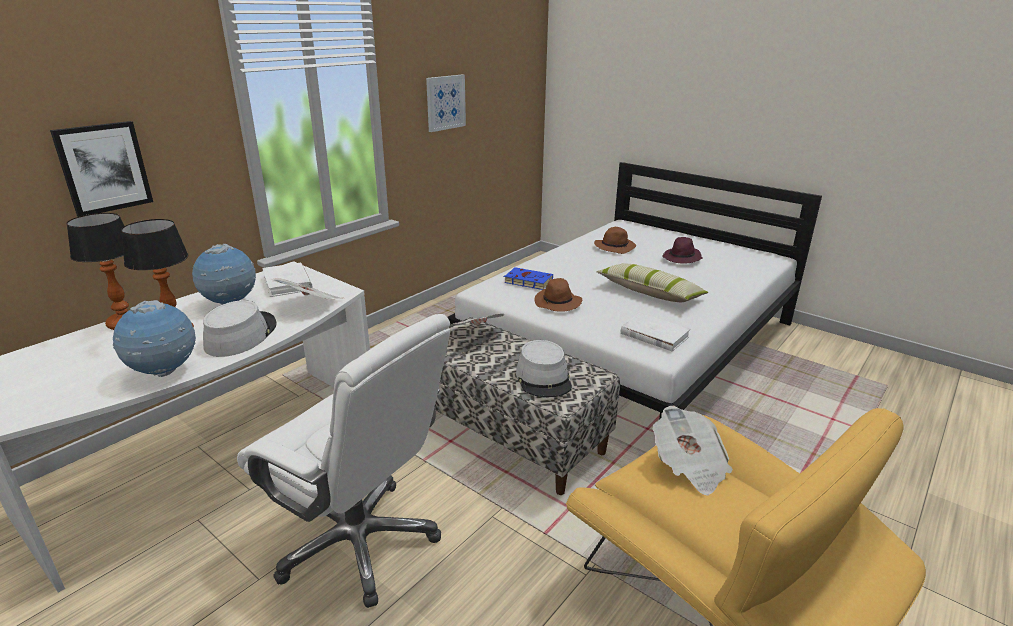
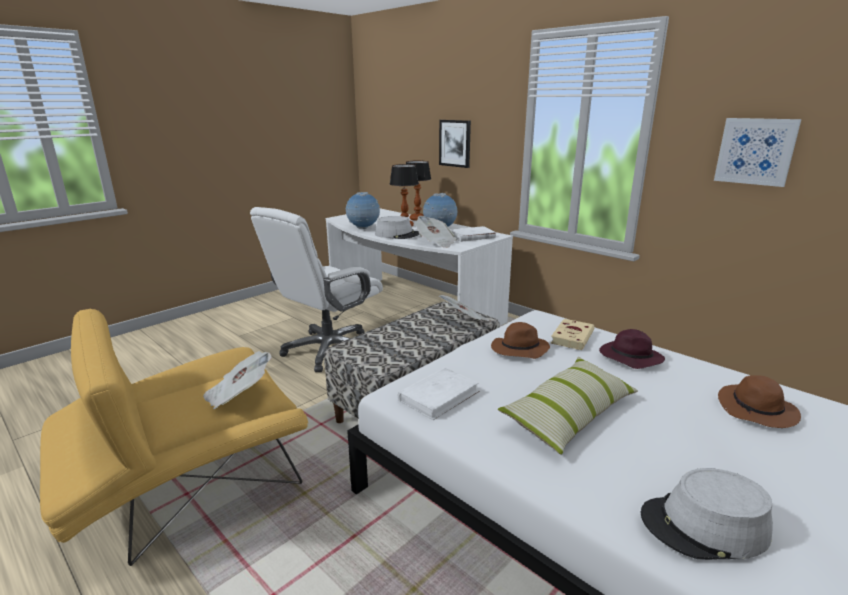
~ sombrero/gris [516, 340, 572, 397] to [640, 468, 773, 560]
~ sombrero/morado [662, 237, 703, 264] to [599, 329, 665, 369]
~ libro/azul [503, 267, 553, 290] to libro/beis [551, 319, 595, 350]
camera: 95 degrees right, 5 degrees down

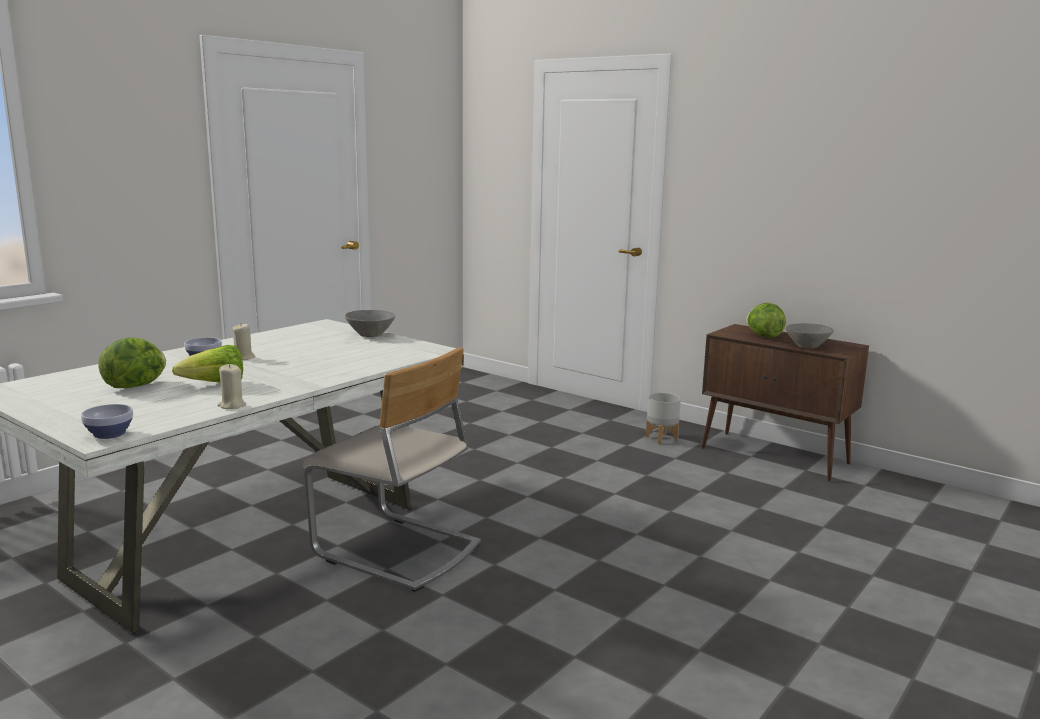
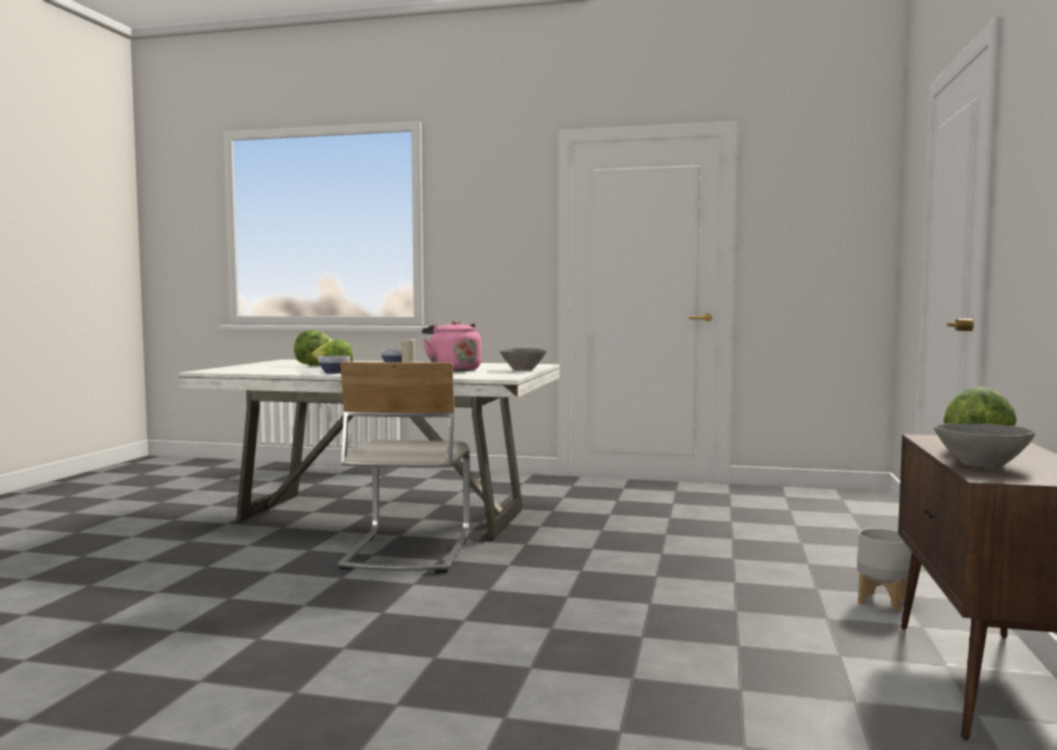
- vela/beis [217, 364, 246, 409]
+ hervidor/rosa [422, 320, 482, 372]
~ cuenco [81, 404, 133, 439] to [318, 356, 350, 374]
camera: 65 degrees right, 10 degrees down

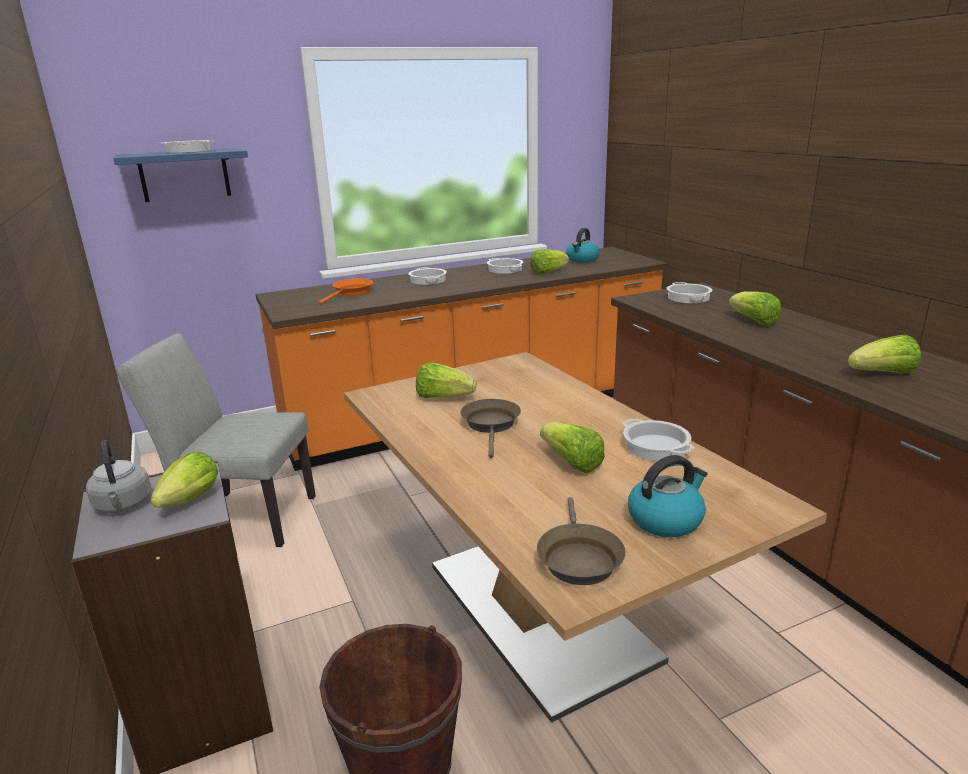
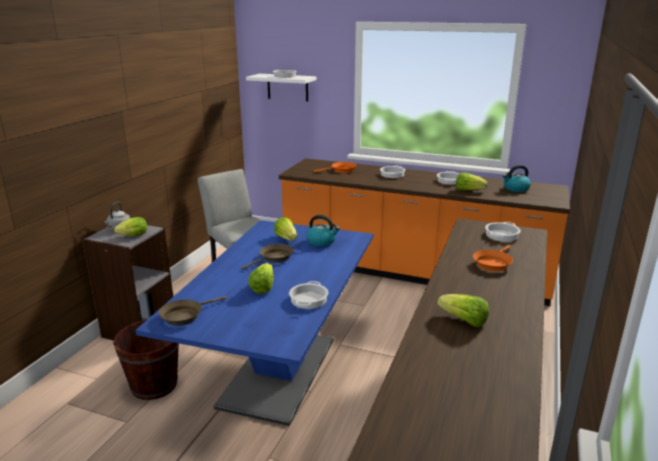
~ hervidor [628, 455, 707, 537] to [306, 215, 340, 246]
~ lechuga [729, 291, 781, 326] to sartén/naranja [473, 245, 513, 272]
~ estante/azul [113, 148, 248, 202] to estante/blanco [246, 74, 317, 102]
~ mesa de comedor/marrón [344, 352, 827, 723] to mesa de comedor/azul [136, 220, 373, 426]
camera: 45 degrees right, 0 degrees up

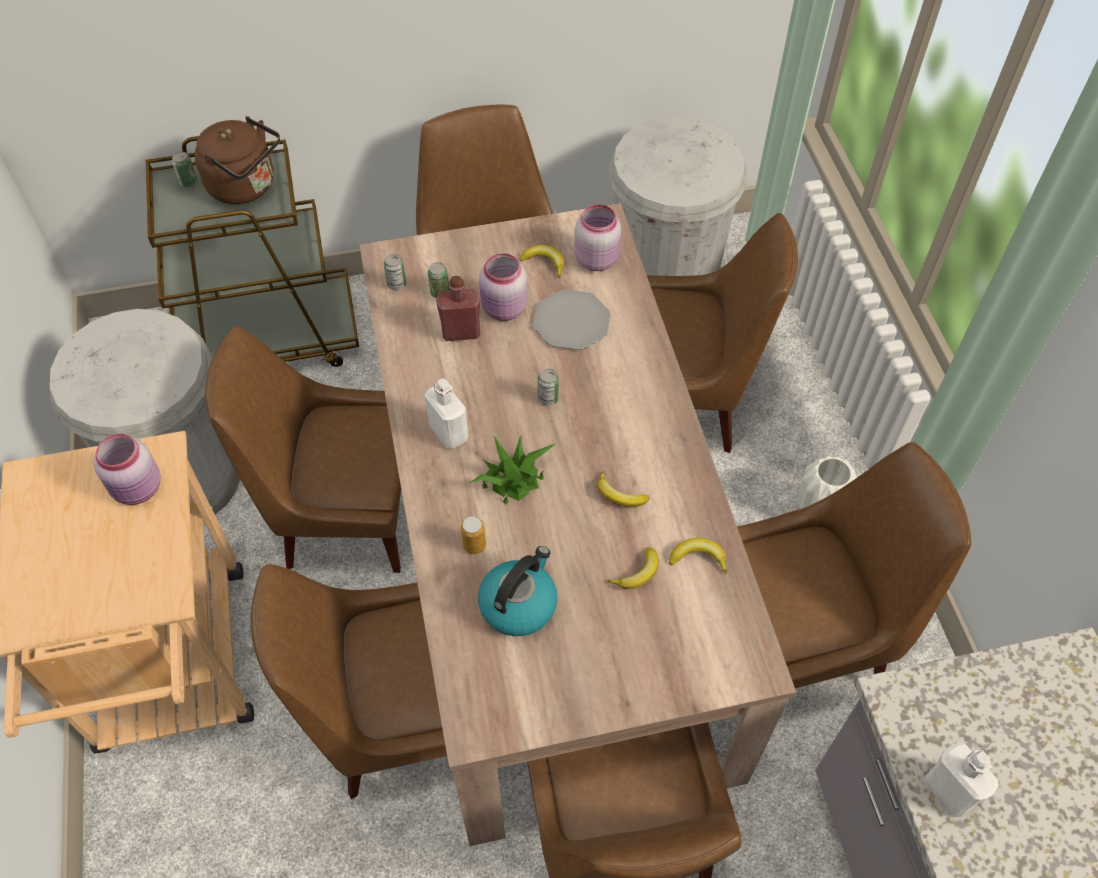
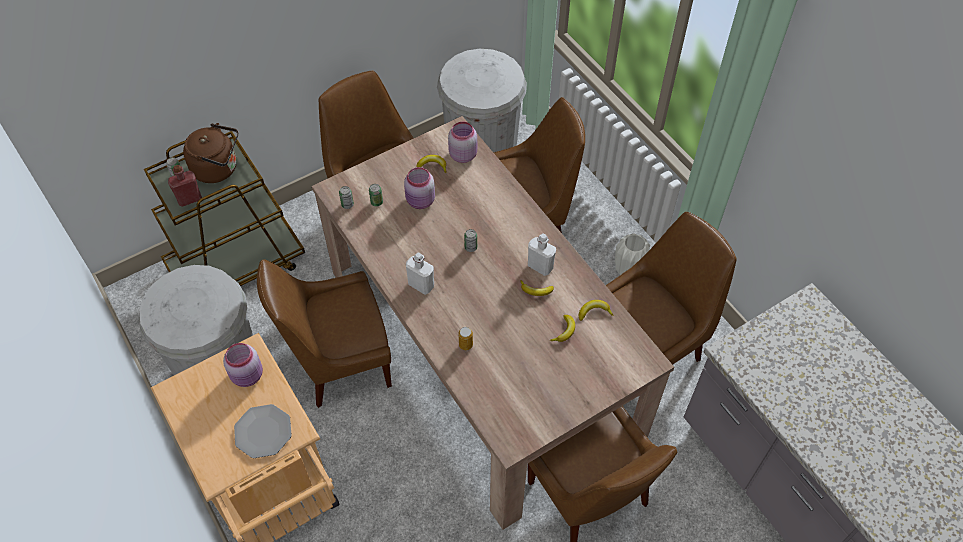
- silla/marrón [251, 564, 447, 799]
- planta en maceta [469, 434, 555, 505]
- hervidor [478, 546, 557, 636]
~ botella/rojo [436, 276, 480, 341] to [168, 165, 202, 207]
~ plato [533, 289, 611, 350] to [234, 404, 292, 458]
~ botella/blanco [924, 743, 998, 817] to [528, 234, 556, 276]
camera: 20 degrees left, 0 degrees up

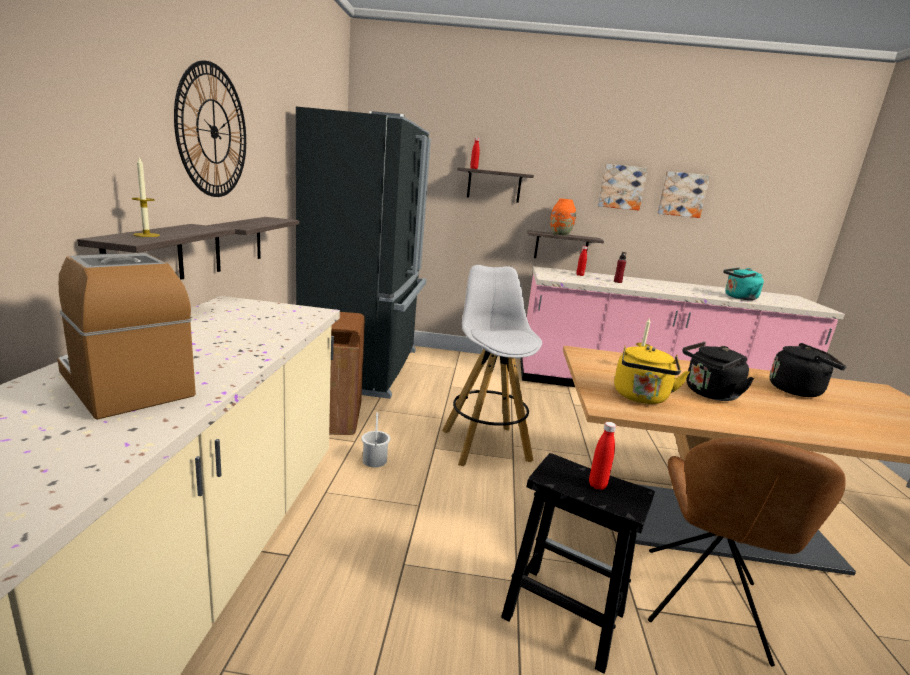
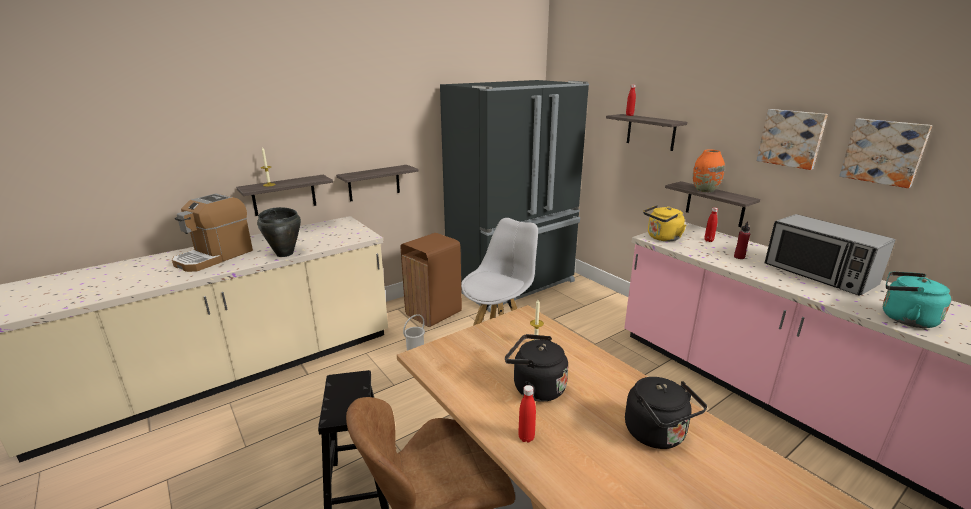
- reloj de pared [174, 60, 246, 197]
+ olla/negro [257, 207, 301, 257]
+ microondas [765, 214, 895, 296]
~ botella/rojo [589, 422, 616, 490] to [518, 385, 536, 443]
~ hervidor/amarillo [614, 345, 690, 404] to [643, 205, 686, 241]
~ cafetera [57, 253, 196, 420] = [172, 193, 253, 272] 150 degrees counterclockwise
camera: 50 degrees right, 5 degrees up

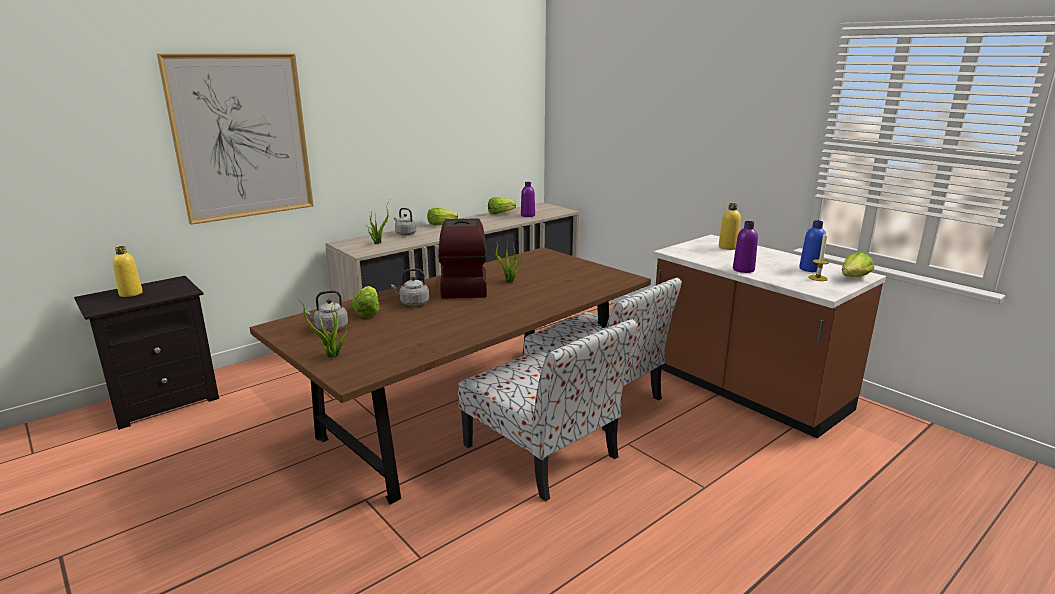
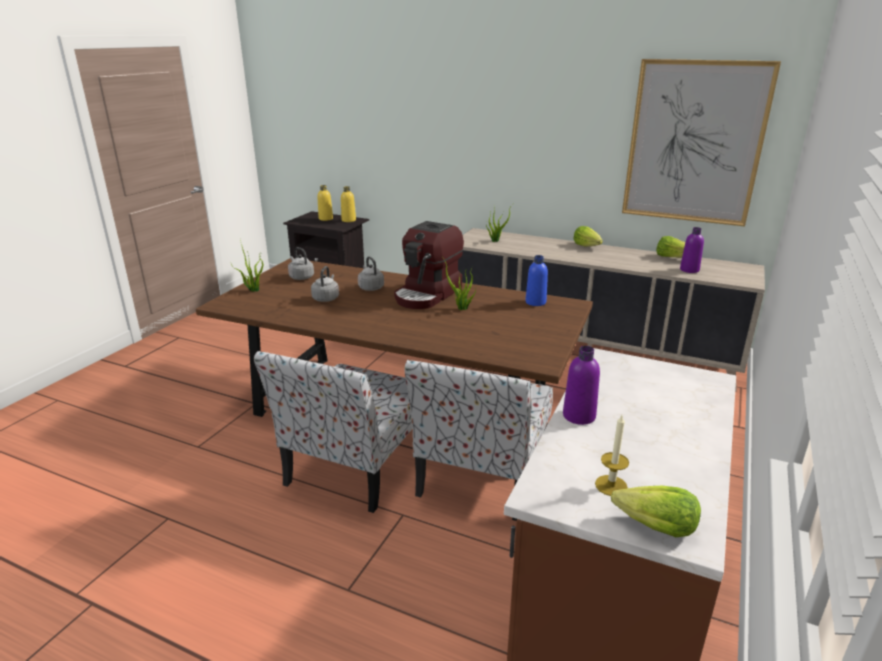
- lechuga [352, 286, 380, 318]
~ cuadro [157, 54, 314, 225] to [622, 59, 781, 226]
~ hervidor/gris [394, 208, 417, 235] to [311, 266, 339, 302]
~ botella/amarillo [719, 203, 741, 250] to [341, 186, 356, 222]
~ botella/azul [799, 220, 825, 272] to [525, 255, 548, 306]
~ cafetera [438, 218, 487, 299] = [394, 221, 464, 309] 150 degrees clockwise
camera: 65 degrees right, 5 degrees up

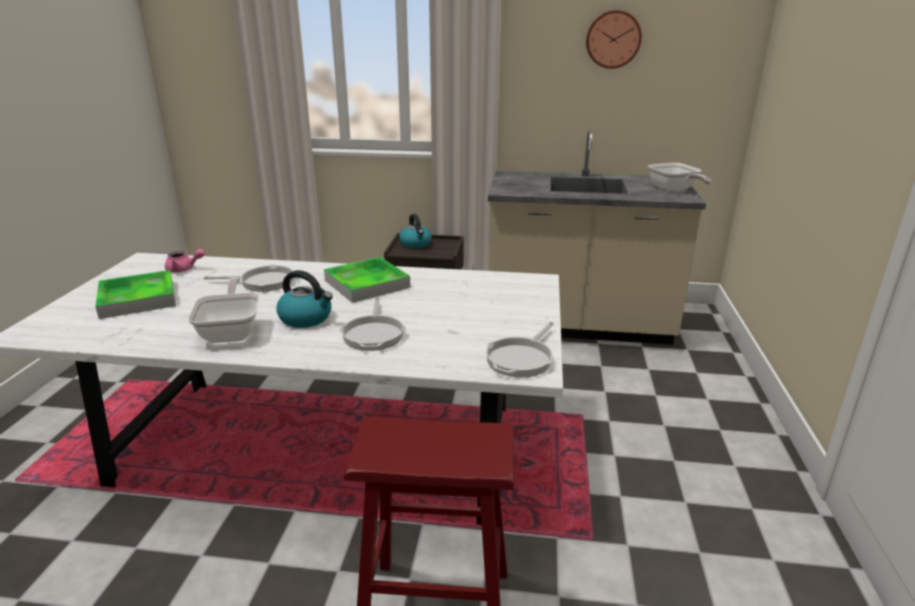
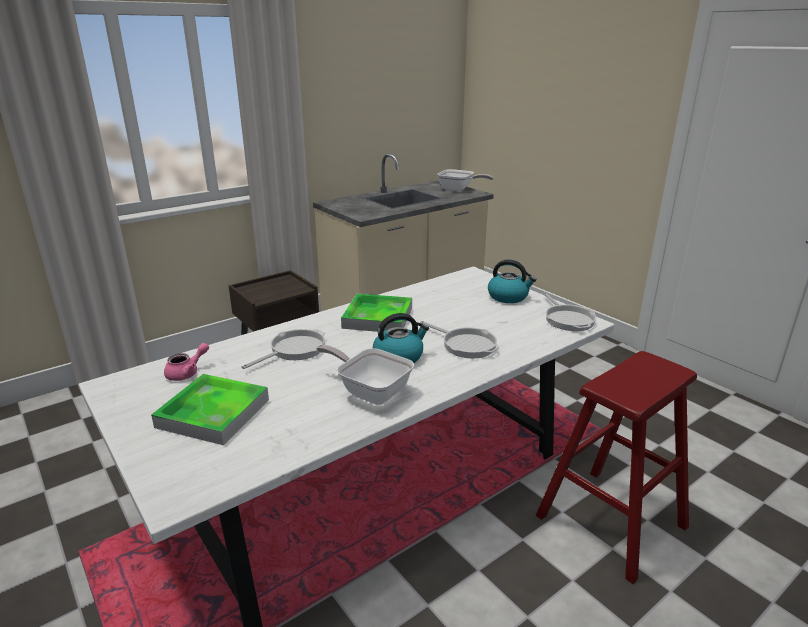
- reloj de pared [586, 10, 642, 69]
~ hervidor [399, 214, 432, 248] to [488, 260, 536, 303]
camera: 45 degrees left, 0 degrees up

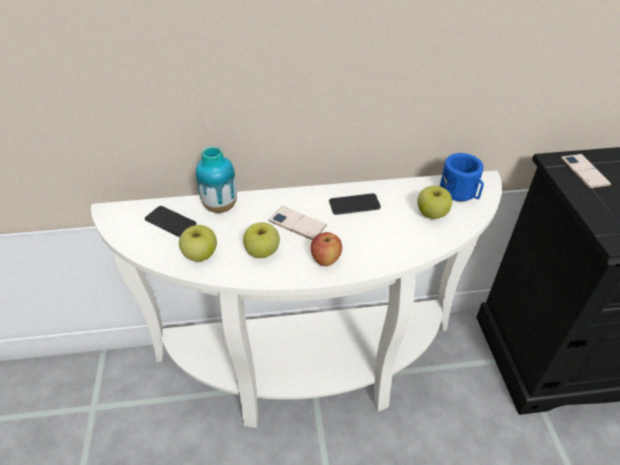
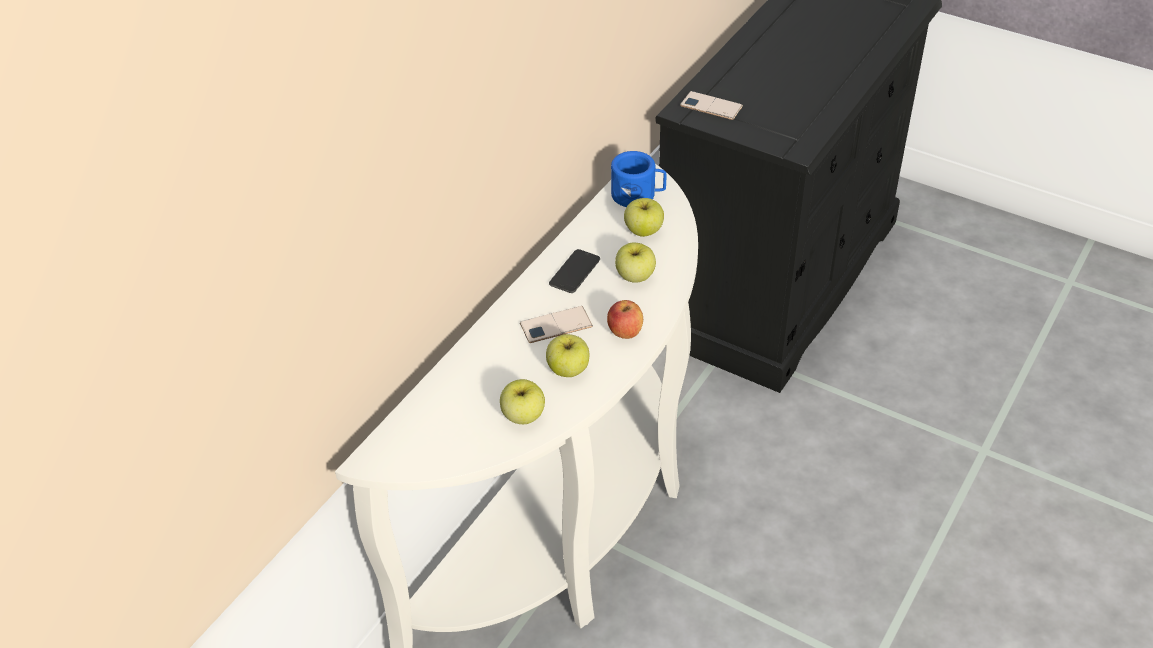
- móvil [145, 206, 197, 237]
- florero [196, 146, 237, 213]
+ manzana [615, 242, 656, 283]
camera: 50 degrees left, 0 degrees up

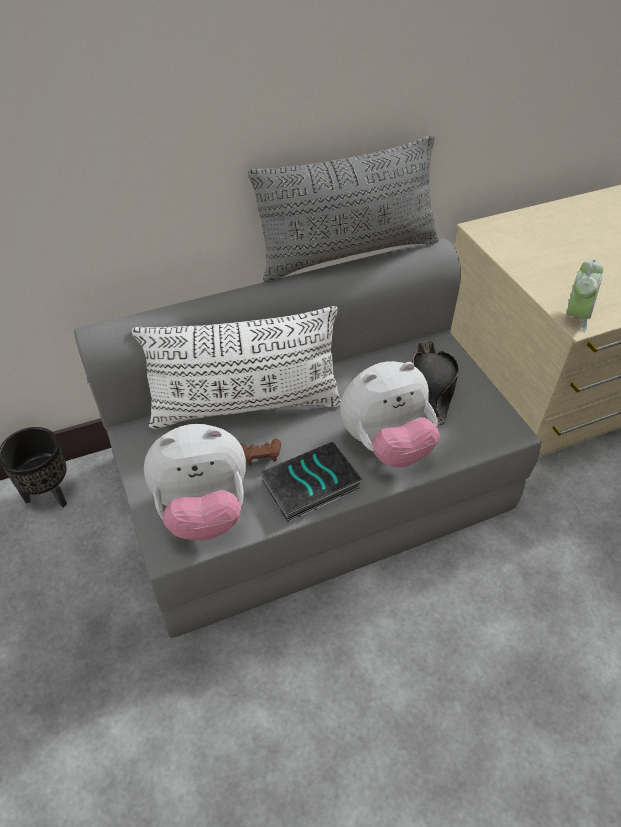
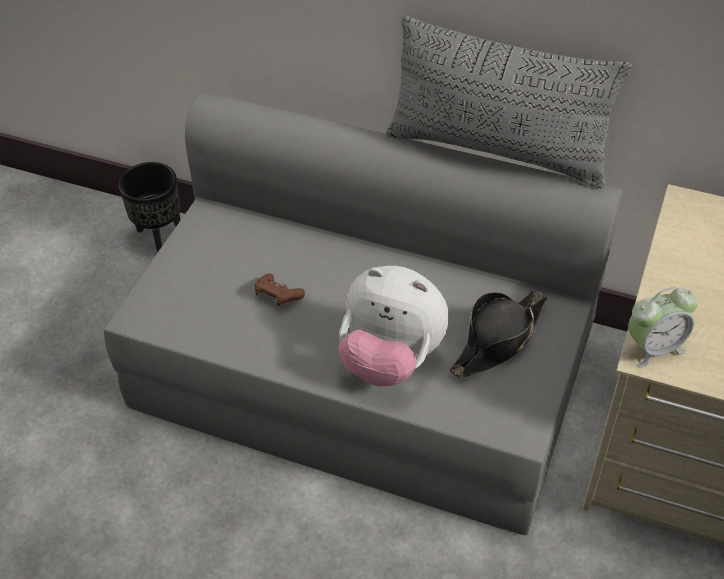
- cojín/blanco [132, 306, 341, 429]
- peluche [144, 424, 246, 540]
- libro [262, 442, 362, 522]
camera: 45 degrees right, 0 degrees up

